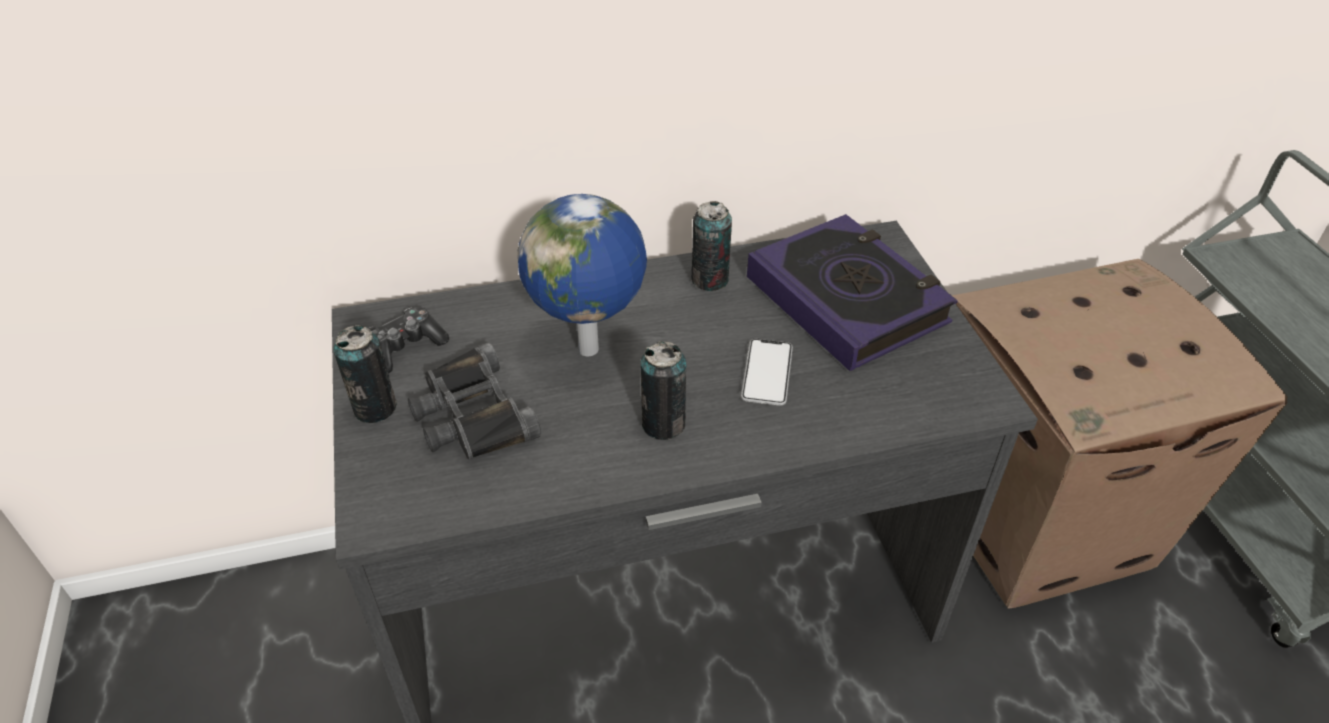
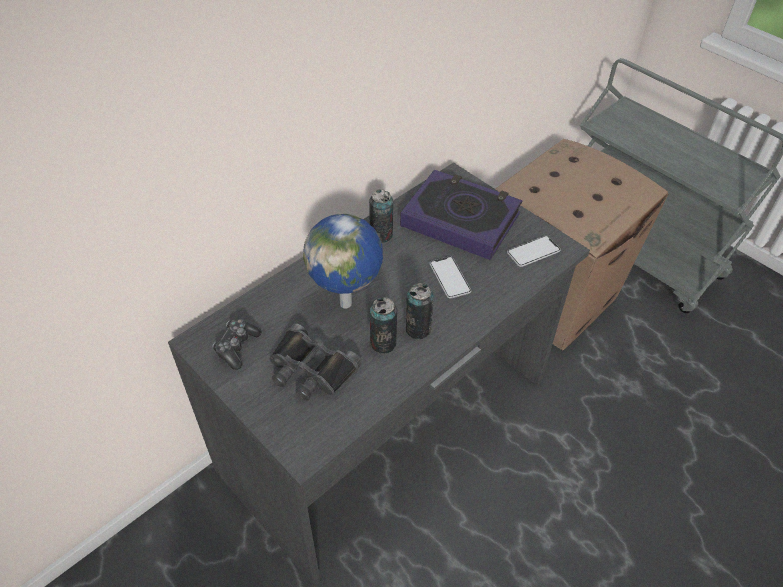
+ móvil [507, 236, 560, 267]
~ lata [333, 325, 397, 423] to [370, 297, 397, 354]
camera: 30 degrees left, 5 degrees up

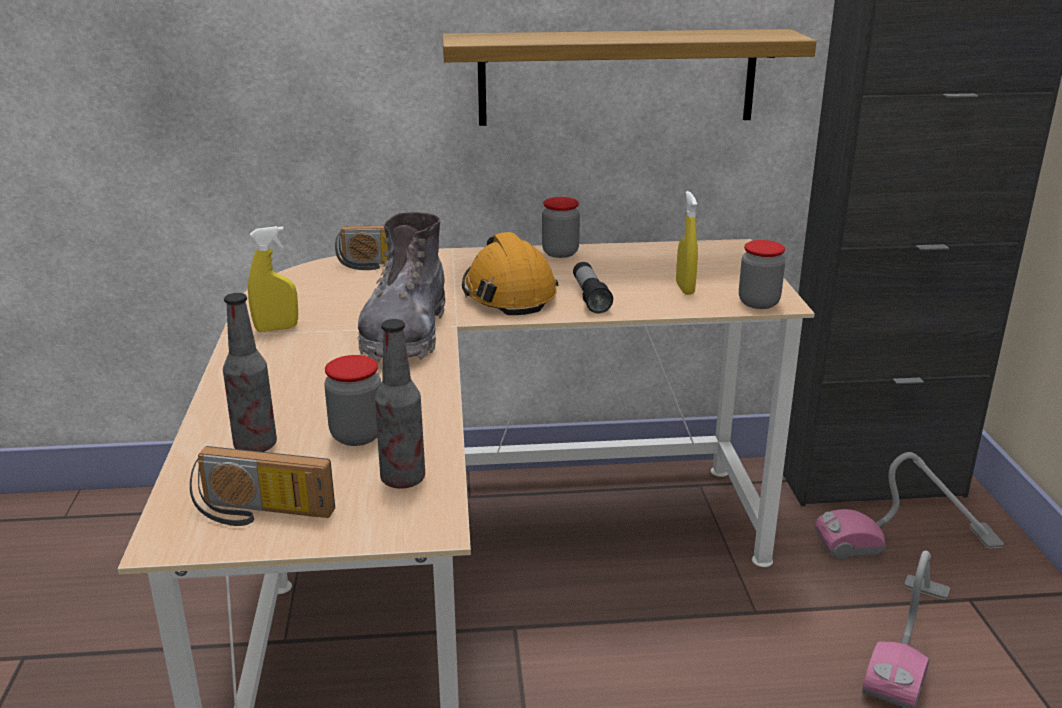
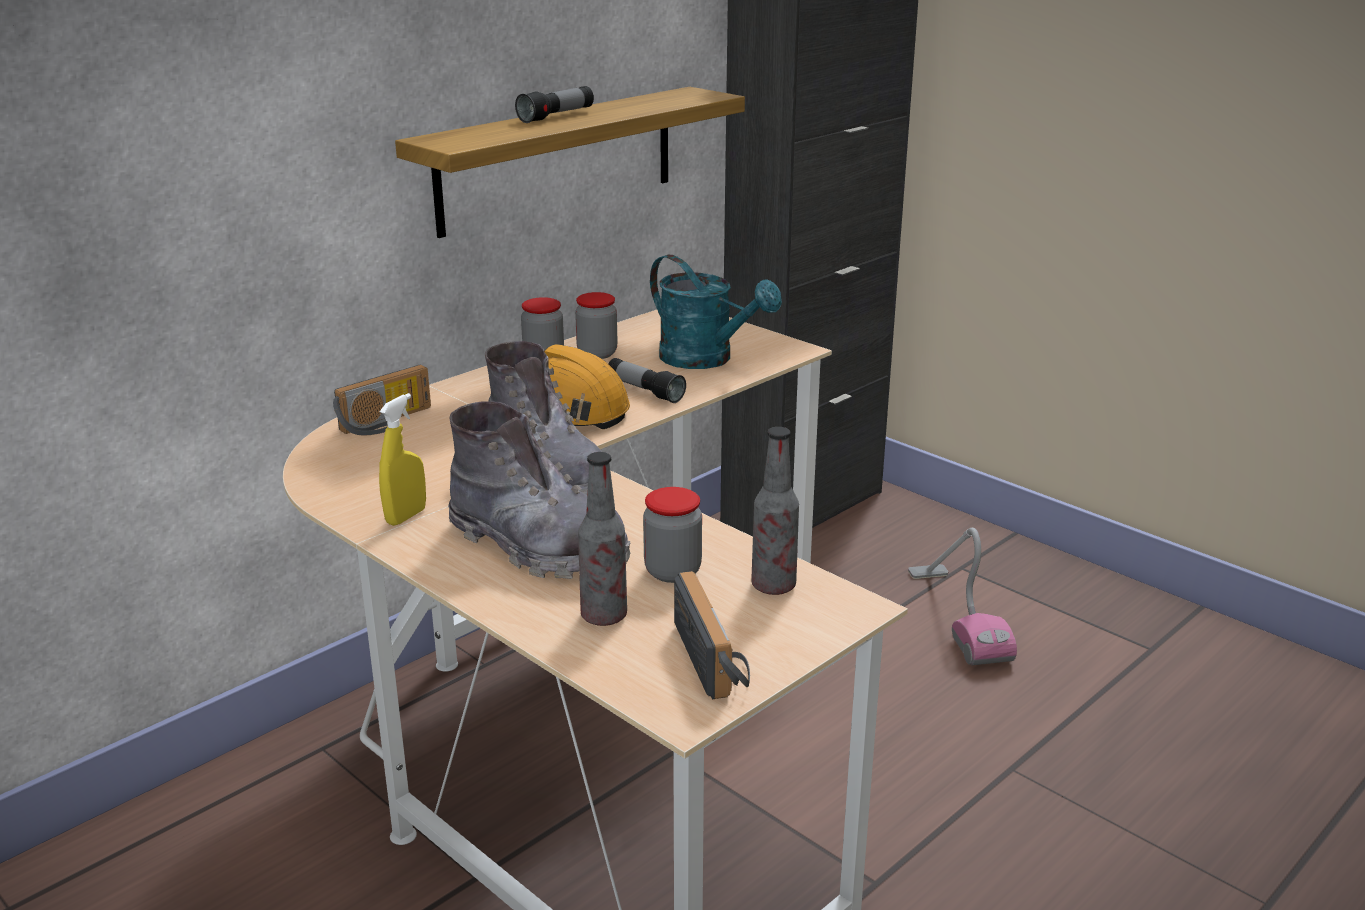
- aspiradora [815, 452, 1004, 560]
+ bota/gris [448, 401, 631, 579]
+ linterna [515, 86, 594, 123]
~ tarro [739, 240, 785, 309] to [575, 292, 618, 359]
~ pulverizador/amarillo [676, 191, 698, 295] to regadera/turquesa [650, 255, 782, 369]
~ radio [190, 446, 335, 526] = [674, 571, 750, 699] 75 degrees counterclockwise
camera: 40 degrees left, 0 degrees up

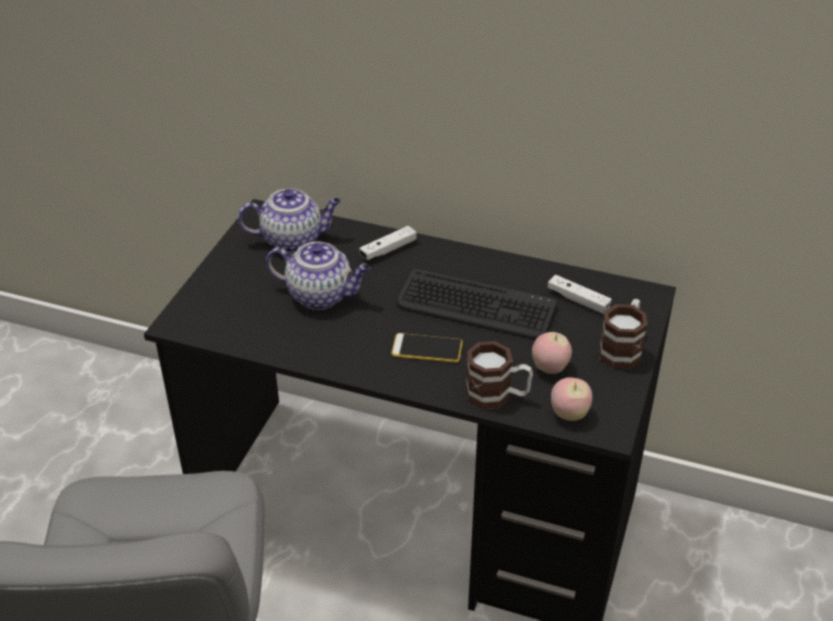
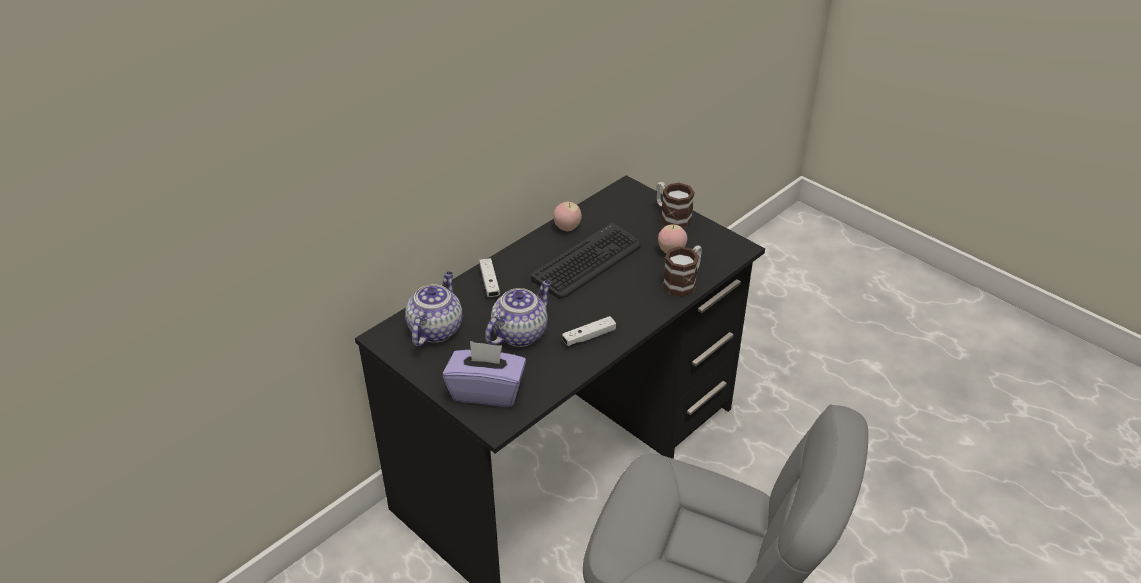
- móvil [391, 333, 463, 363]
+ caja de pañuelos/morado [443, 341, 526, 407]
~ mando de consola/blanco [547, 275, 612, 314] to [562, 316, 616, 346]
~ manzana [551, 377, 592, 421] to [553, 202, 582, 231]
camera: 65 degrees left, 0 degrees up

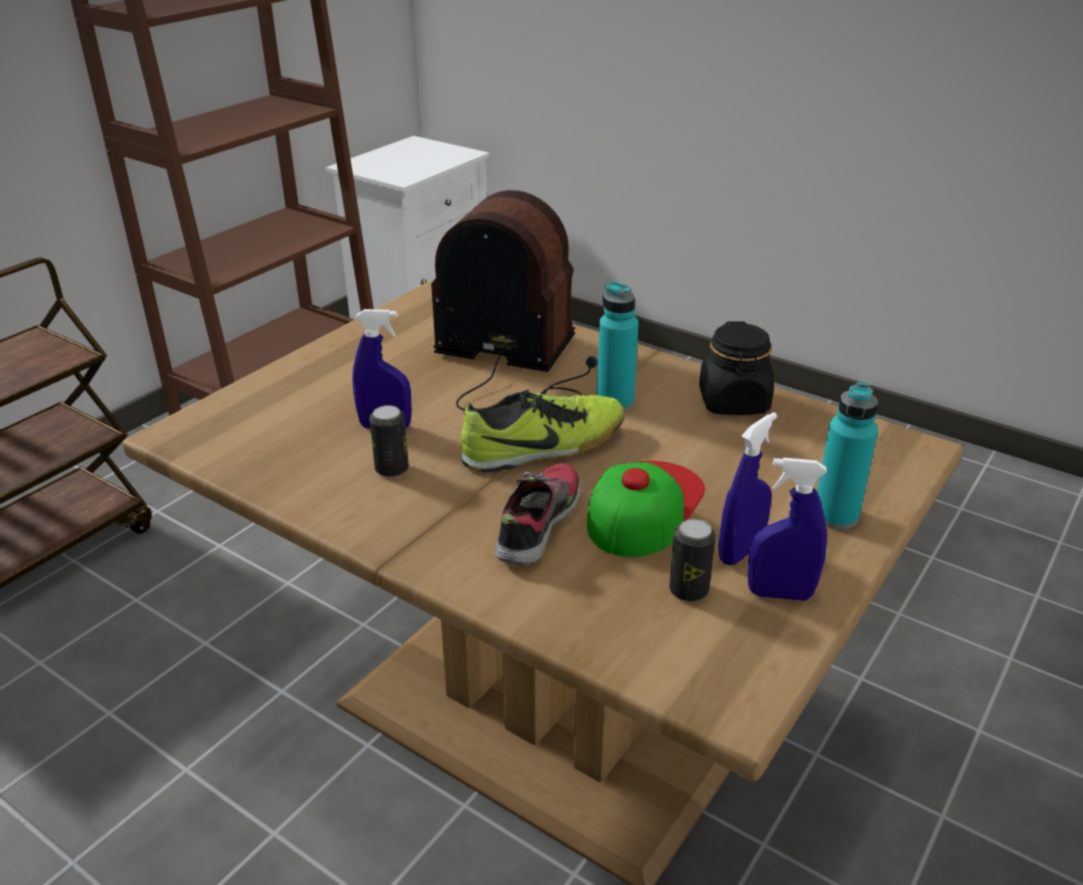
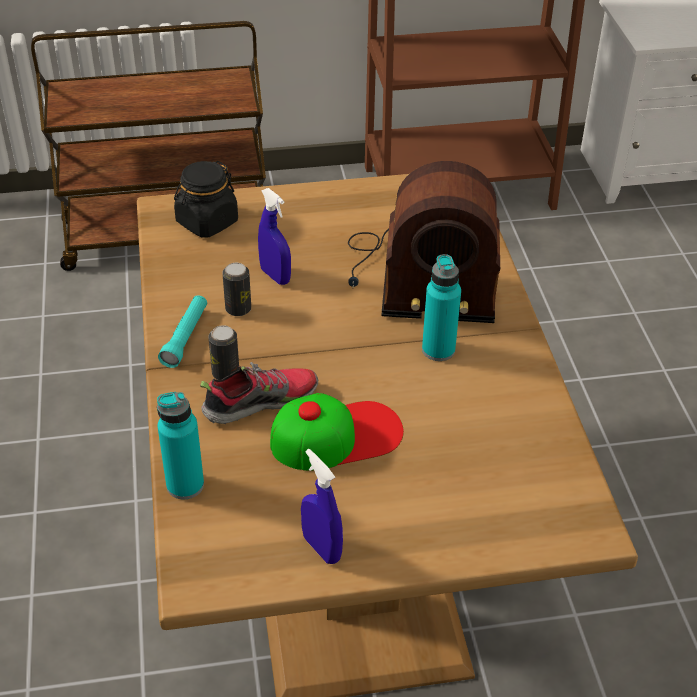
- zapato [461, 389, 624, 472]
- pulverizador/azul [719, 412, 777, 565]
+ linterna/turquesa [158, 295, 207, 368]
~ lata [669, 519, 716, 602] to [208, 325, 239, 380]
~ tarro/negro [699, 321, 774, 415] to [174, 161, 238, 237]
~ botella/turquesa [817, 382, 878, 529] to [157, 392, 204, 499]
~ radio [431, 190, 598, 411] = [348, 161, 500, 323] 120 degrees clockwise
camera: 45 degrees right, 10 degrees up

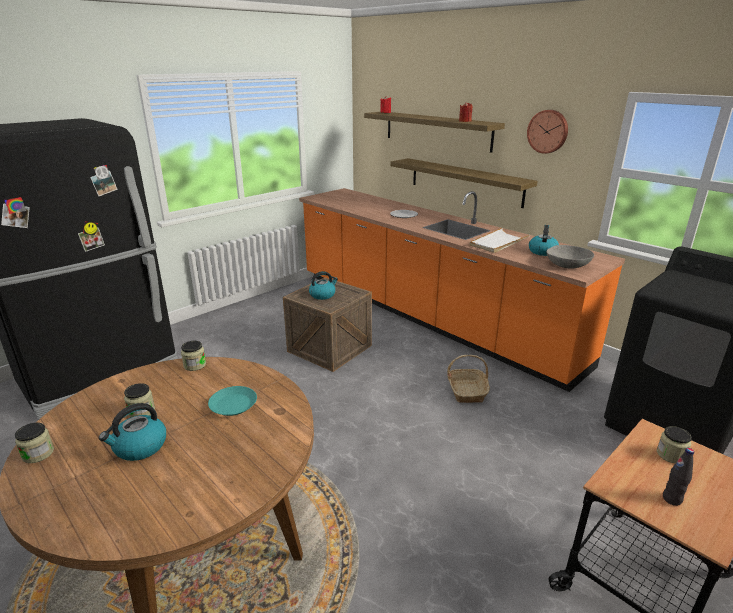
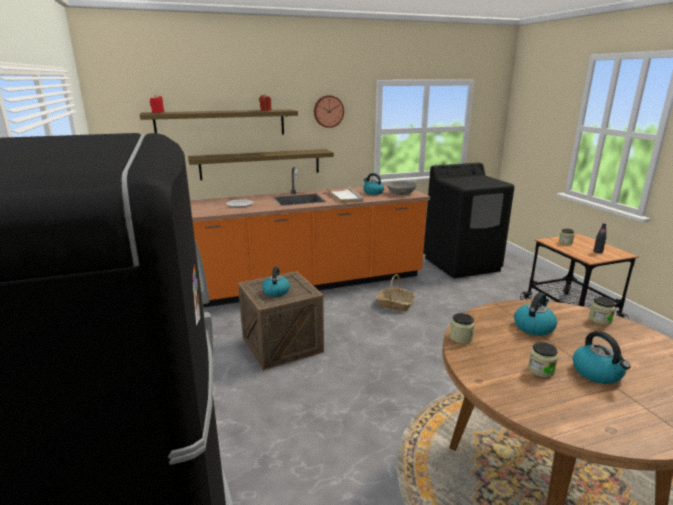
~ tarro [15, 423, 54, 463] to [589, 297, 615, 325]
~ plato/turquesa [208, 386, 257, 416] to hervidor [514, 292, 557, 336]
camera: 65 degrees left, 5 degrees down

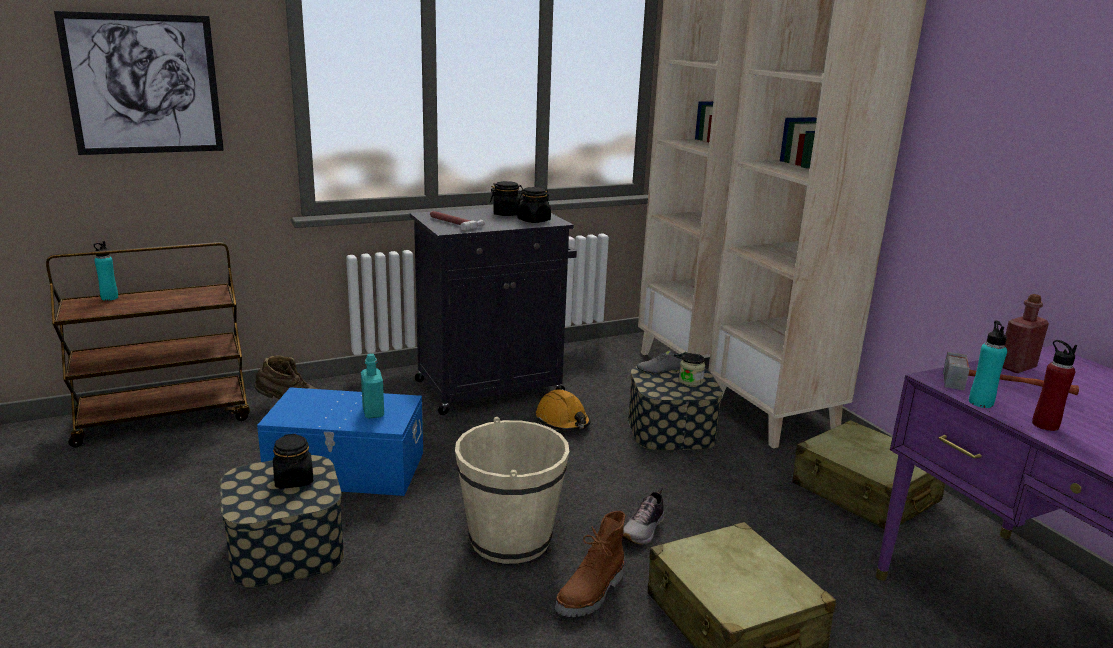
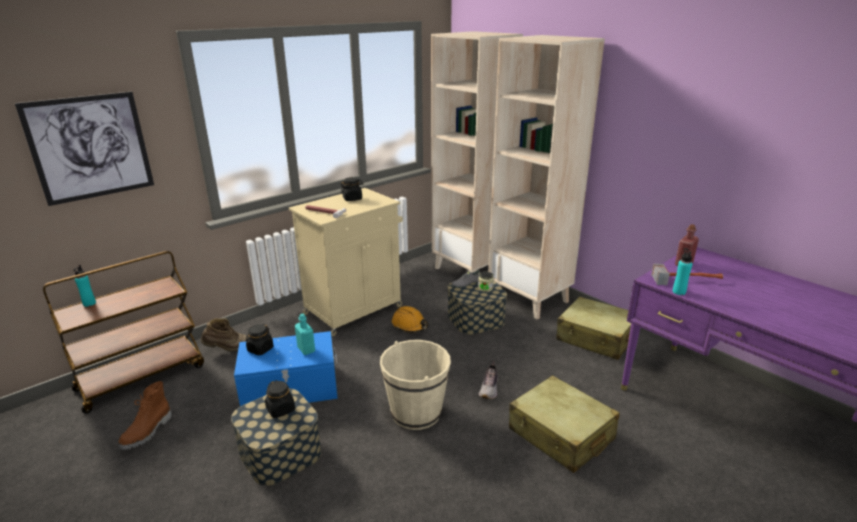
- botella/rojo [1032, 340, 1077, 431]
~ tarro/negro [517, 187, 551, 223] to [246, 324, 274, 355]
~ bota/marrón [555, 511, 625, 617] to [119, 381, 172, 450]
~ armario/negro [410, 208, 577, 415] to armario/beis [289, 188, 403, 336]
camera: 15 degrees left, 5 degrees up

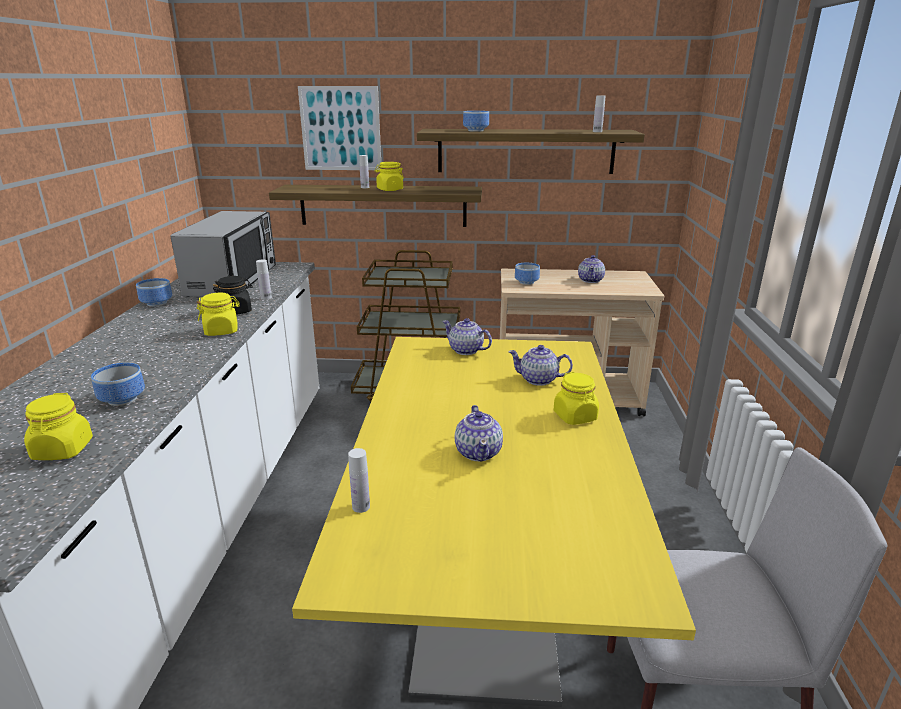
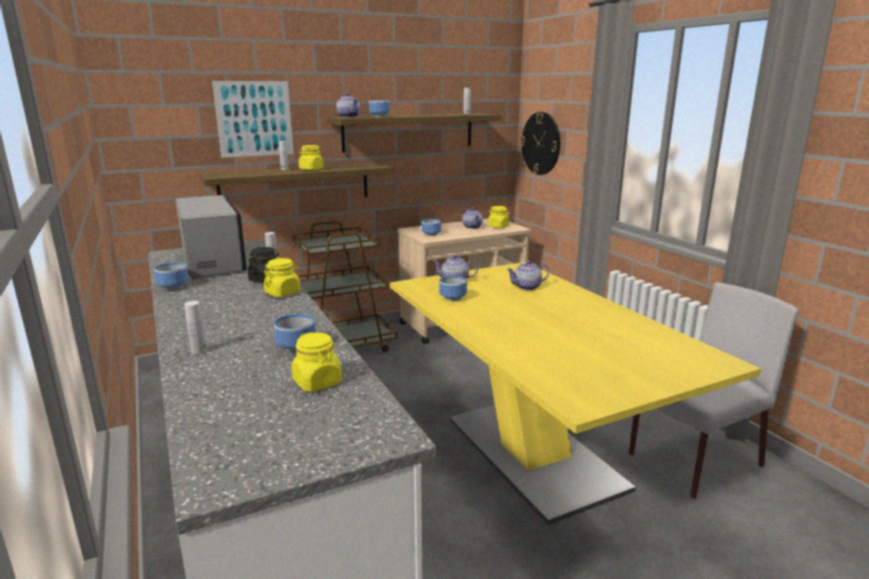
+ cuenco [439, 276, 467, 301]
+ reloj de pared [520, 112, 560, 175]
~ botella/blanco [348, 448, 370, 513] to [184, 301, 206, 354]
~ tetera [455, 405, 503, 462] to [336, 93, 360, 118]
~ tarro/amarillo [553, 372, 599, 425] to [488, 206, 510, 228]
camera: 30 degrees left, 5 degrees down

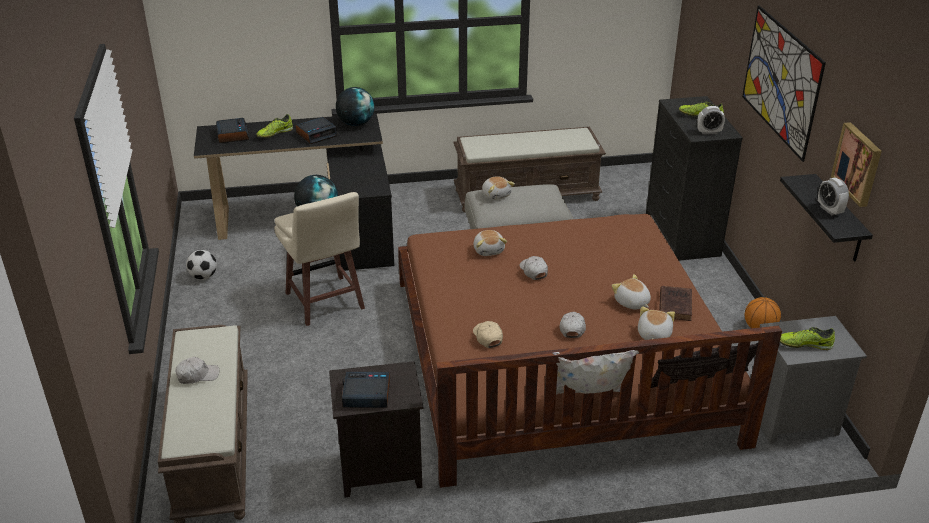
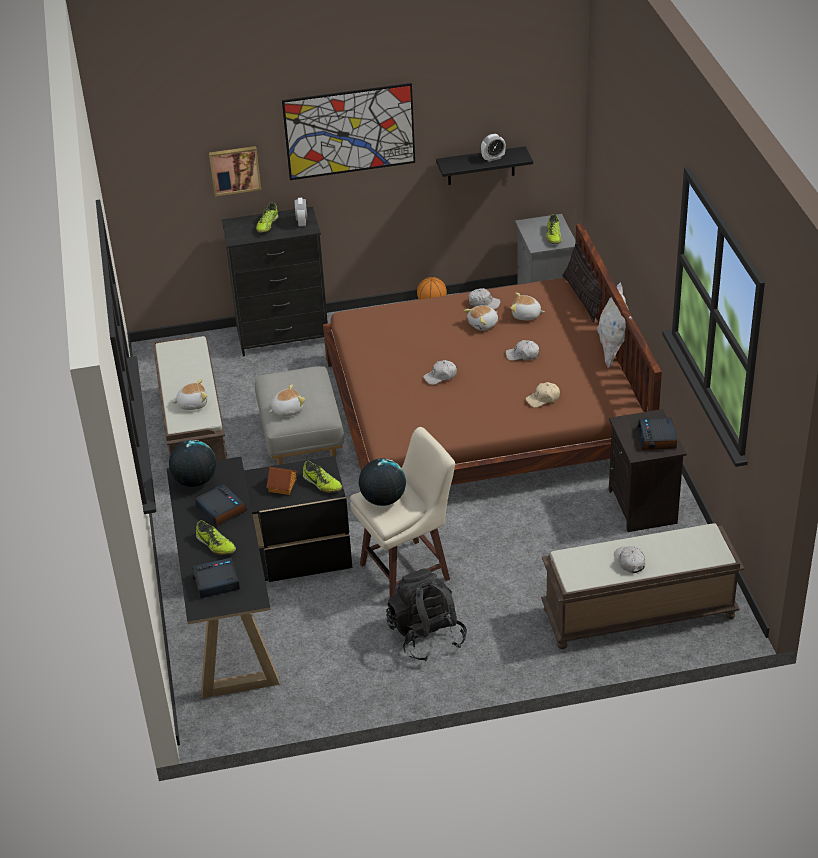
- balón de fútbol [186, 250, 217, 280]
+ casita [266, 467, 298, 495]
+ zapato [303, 461, 342, 493]
+ mochila/negro [386, 568, 467, 661]
~ peluche [473, 230, 507, 256] to [172, 379, 207, 410]
~ cuadro [831, 122, 882, 207] to [209, 146, 261, 196]
~ libro/marrón [659, 286, 692, 321] to gorra/blanco [469, 288, 501, 309]
camera: 90 degrees left, 5 degrees up

